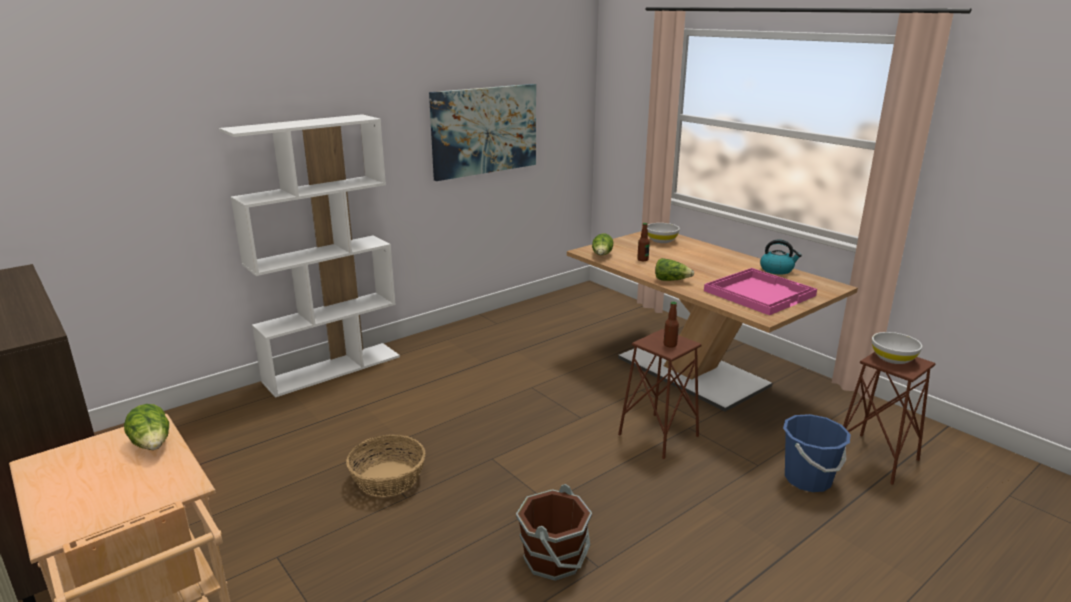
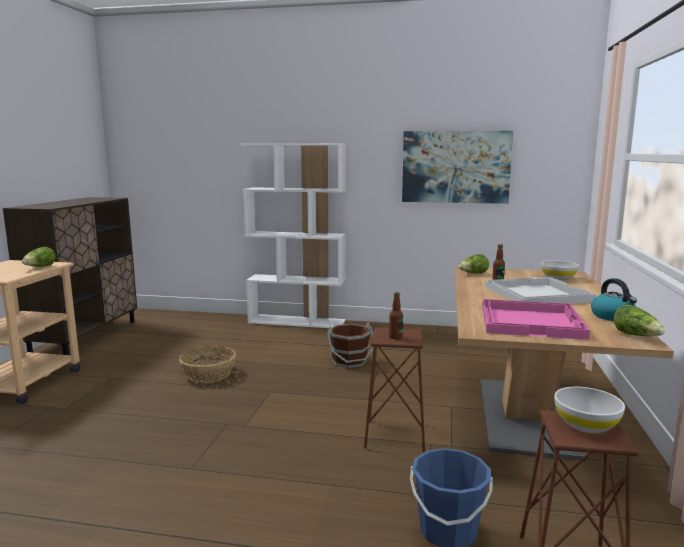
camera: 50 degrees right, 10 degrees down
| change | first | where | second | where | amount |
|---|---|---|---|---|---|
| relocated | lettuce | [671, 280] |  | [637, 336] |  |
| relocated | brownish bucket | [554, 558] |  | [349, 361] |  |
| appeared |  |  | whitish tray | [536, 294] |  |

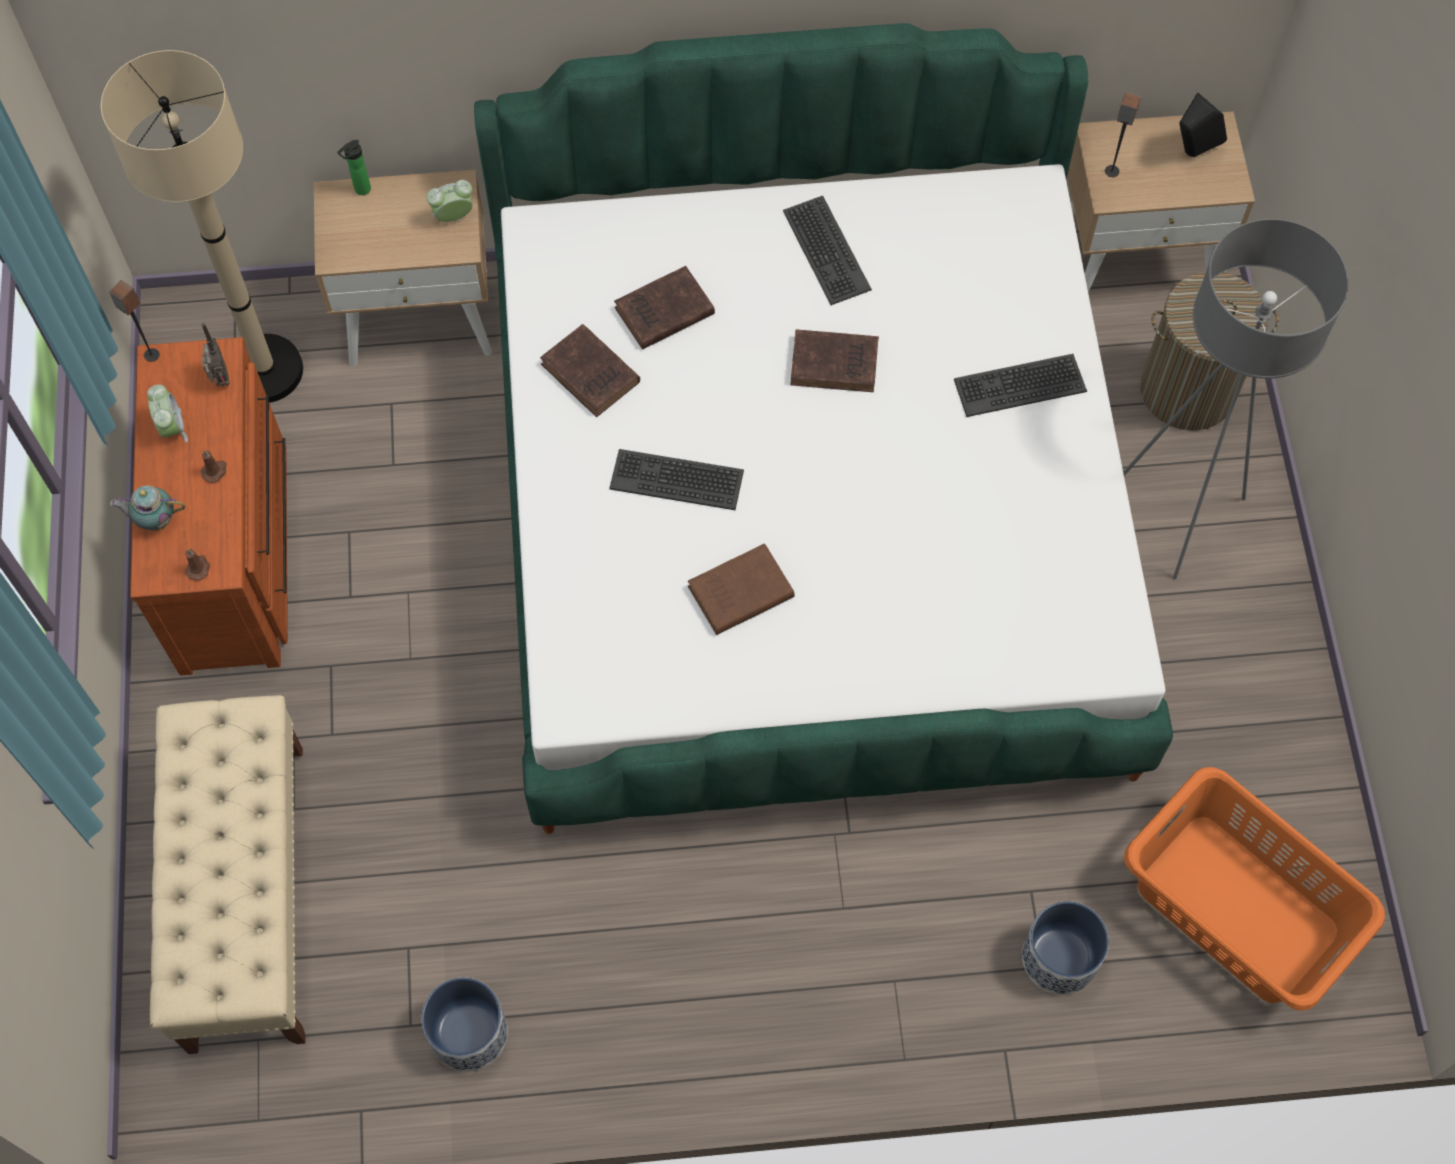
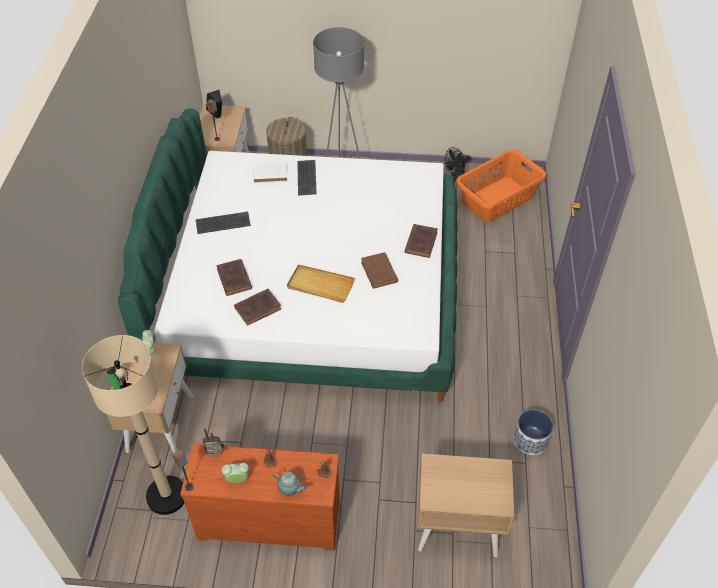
camera: 80 degrees left, 15 degrees down
| change | first | where | second | where | amount |
|---|---|---|---|---|---|
| relocated | brownish volume | [837, 364] |  | [421, 242] |  |
| exchanged | keyboard | [677, 479] | beige tray | [320, 285] |  |
| spun | pot for tea | [155, 520] |  | [291, 491] | 75 degrees counterclockwise |
| exchanged | beige indoor bench | [247, 895] | beige bedside table | [457, 526] |  |
| missing | planter | [1060, 958] |  |  |  |
| appeared |  |  | black fan | [455, 178] |  |
| appeared |  |  | whitish volume | [271, 174] |  |

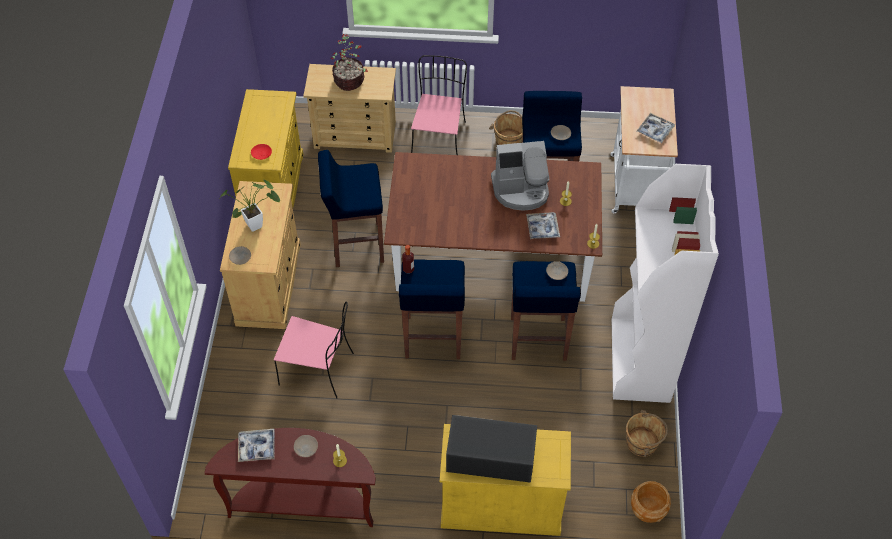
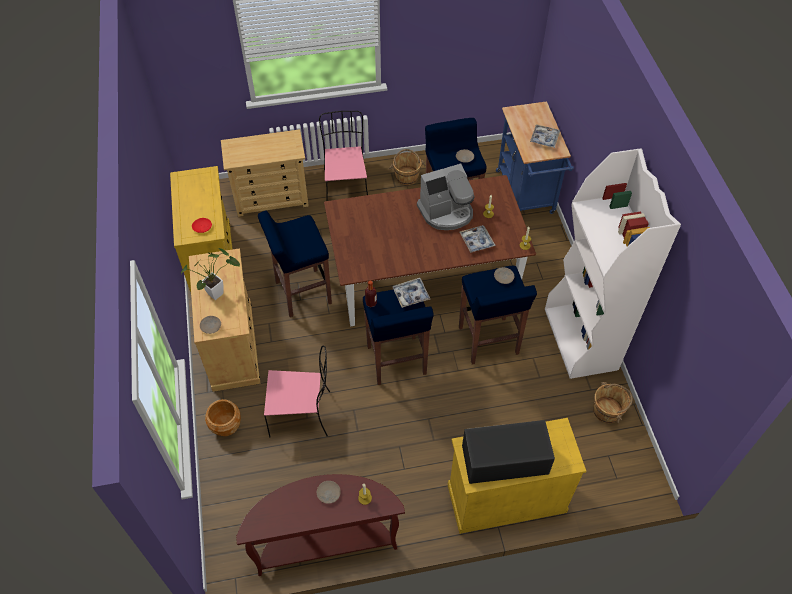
camera: 15 degrees left, 0 degrees up
| change | first | where | second | where | amount |
|---|---|---|---|---|---|
| missing | houseplant | [350, 81] |  |  |  |
| colour | whitish trolley | [636, 189] | blue-coloured trolley | [526, 195] |  |
| relocated | tray | [257, 447] |  | [411, 295] |  |
| relocated | brownish planter | [647, 510] |  | [226, 426] |  |

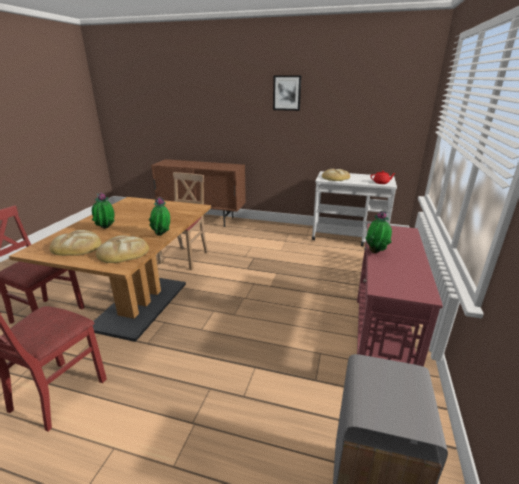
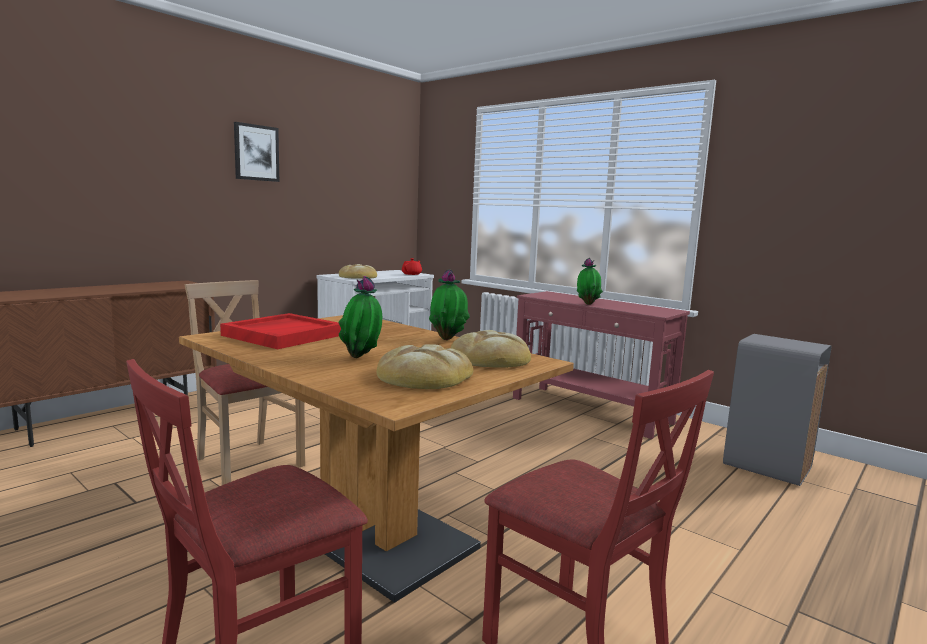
camera: 65 degrees left, 15 degrees down
| change | first | where | second | where | amount |
|---|---|---|---|---|---|
| appeared |  |  | red-coloured tray | [284, 335] |  |

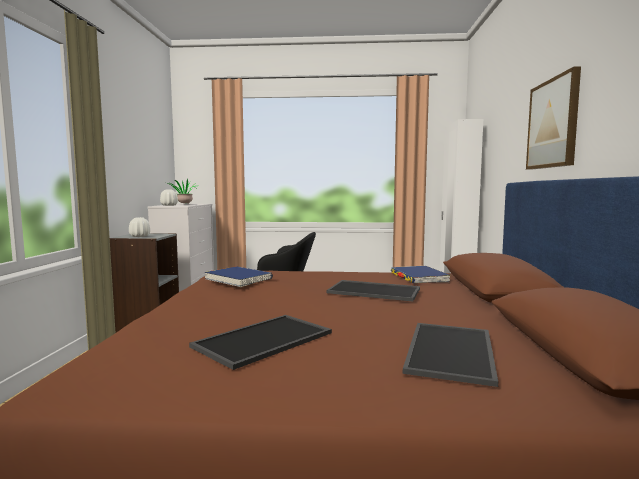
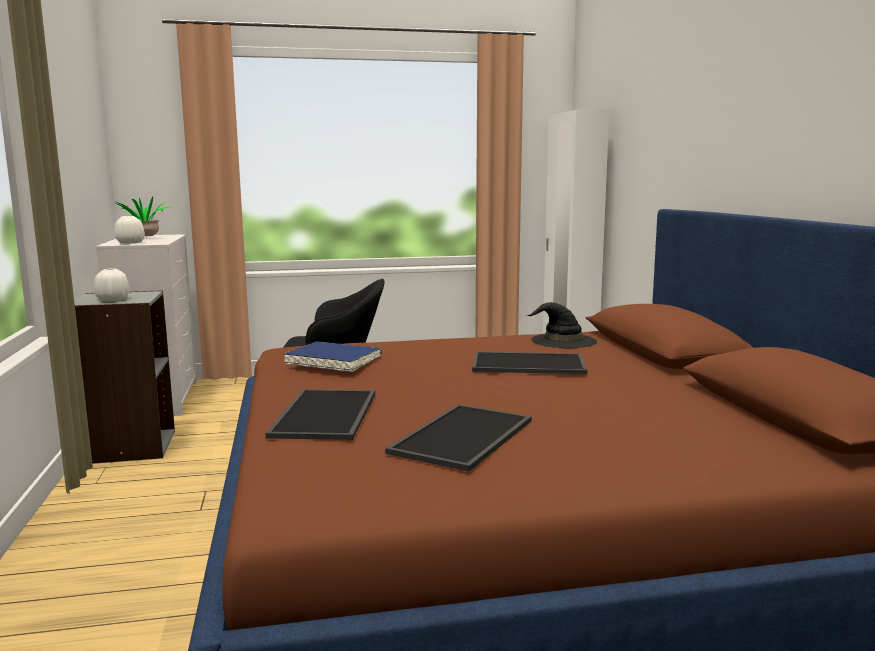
camera: 15 degrees left, 5 degrees up
| change | first | where | second | where | amount |
|---|---|---|---|---|---|
| missing | wall picture | [553, 123] |  |  |  |
| exchanged | blue-coloured volume | [419, 277] | black hat | [563, 341] |  |
| relocated | tray | [452, 352] |  | [327, 415] |  |

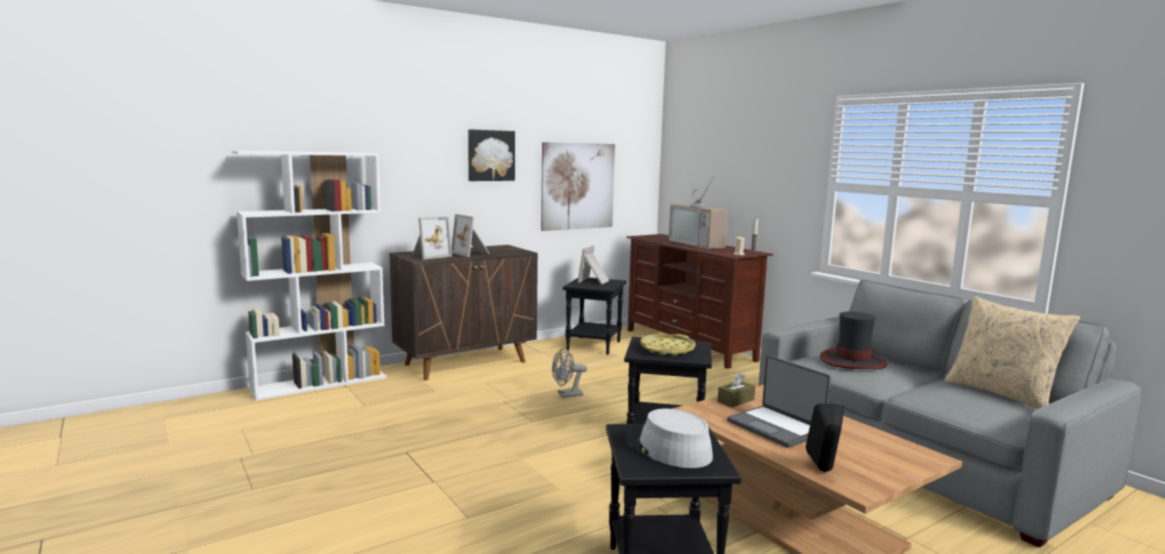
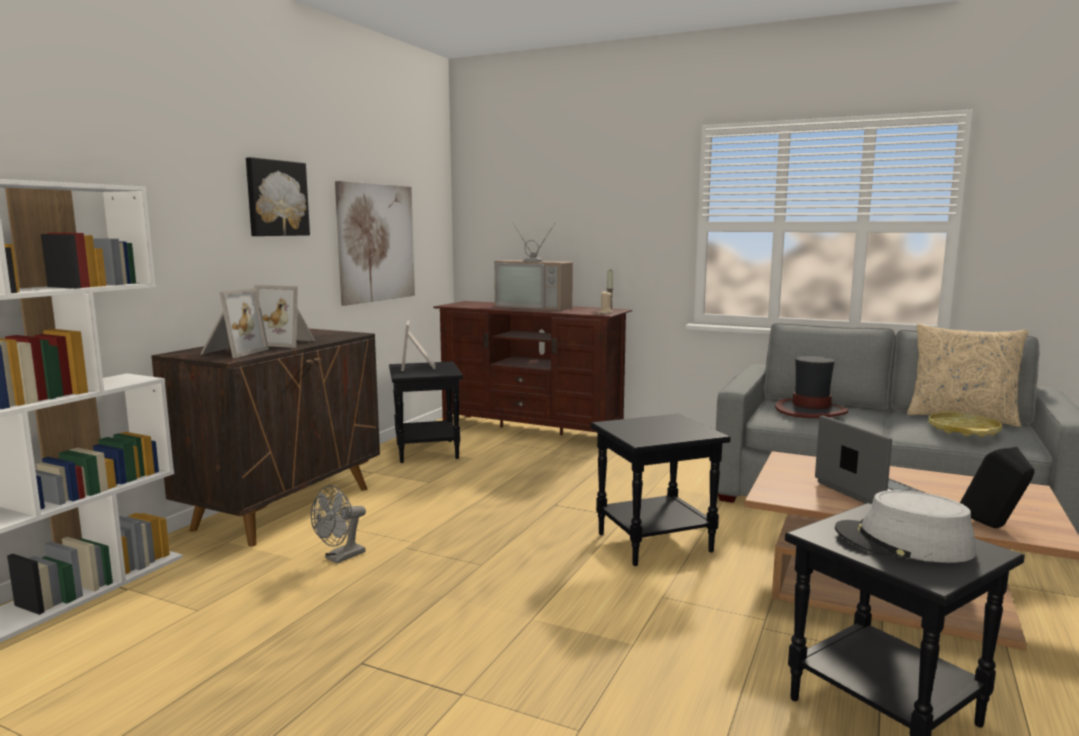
camera: 30 degrees left, 0 degrees up
| change | first | where | second | where | amount |
|---|---|---|---|---|---|
| relocated | yellow-coloured tray | [667, 349] |  | [963, 430] |  |
| relocated | gray fan | [566, 395] |  | [340, 558] |  |
| spun | laptop | [776, 427] |  | [871, 493] | 135 degrees counterclockwise |
| missing | brownish box of tissues | [735, 401] |  |  |  |

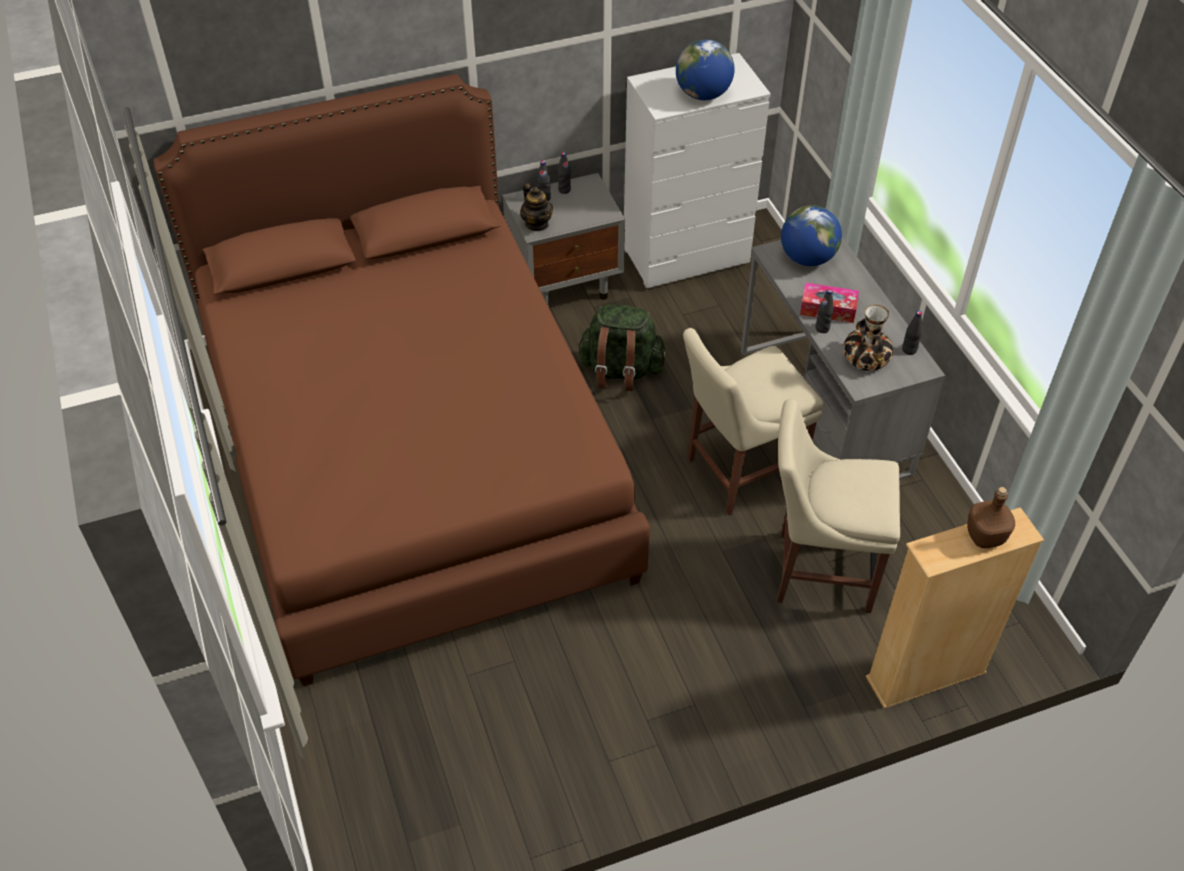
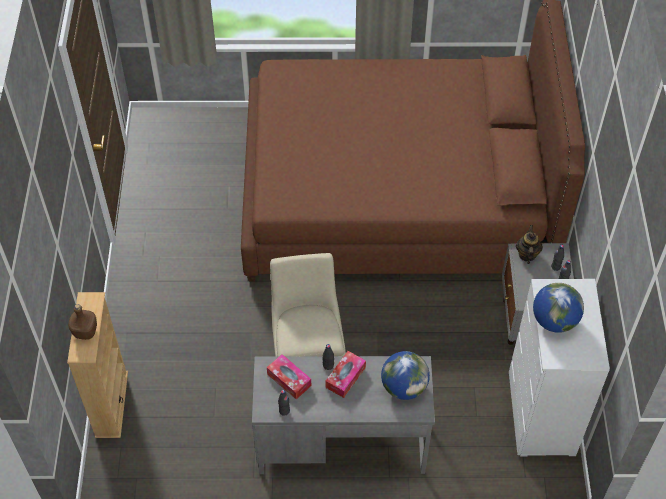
camera: 110 degrees right, 5 degrees up
| change | first | where | second | where | amount |
|---|---|---|---|---|---|
| spun | pot for tea | [537, 224] |  | [527, 254] | 105 degrees clockwise |
| missing | greenish rucksack | [620, 371] |  |  |  |
| exchanged | flower vase | [865, 358] | box of tissues | [289, 380] |  |
| missing | beige upright chair | [818, 570] |  |  |  |

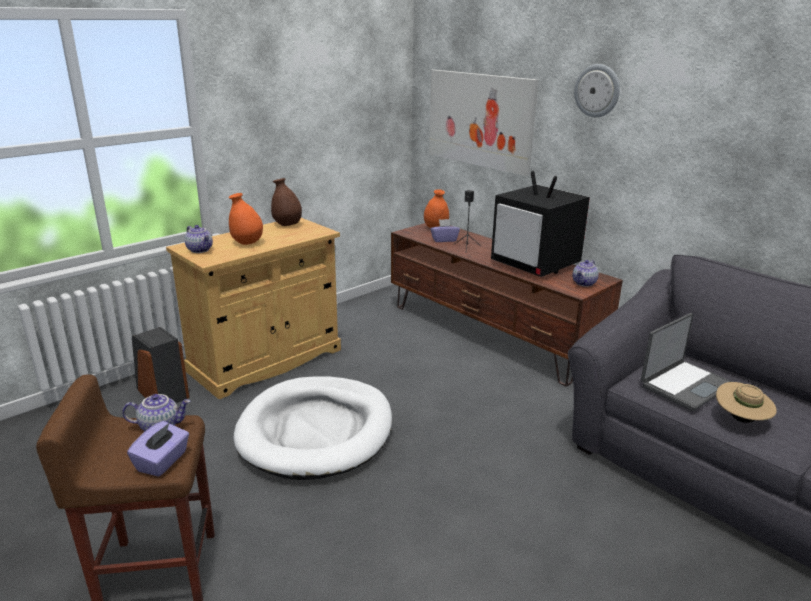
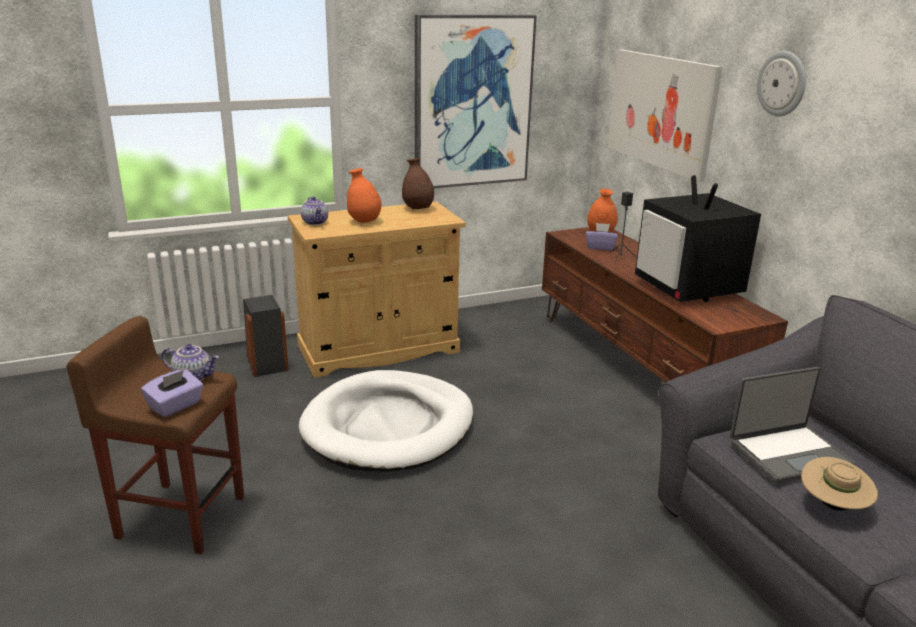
camera: 20 degrees right, 0 degrees up
| change | first | where | second | where | amount |
|---|---|---|---|---|---|
| missing | pot for tea | [584, 283] |  |  |  |
| appeared |  |  | wall picture | [472, 102] |  |

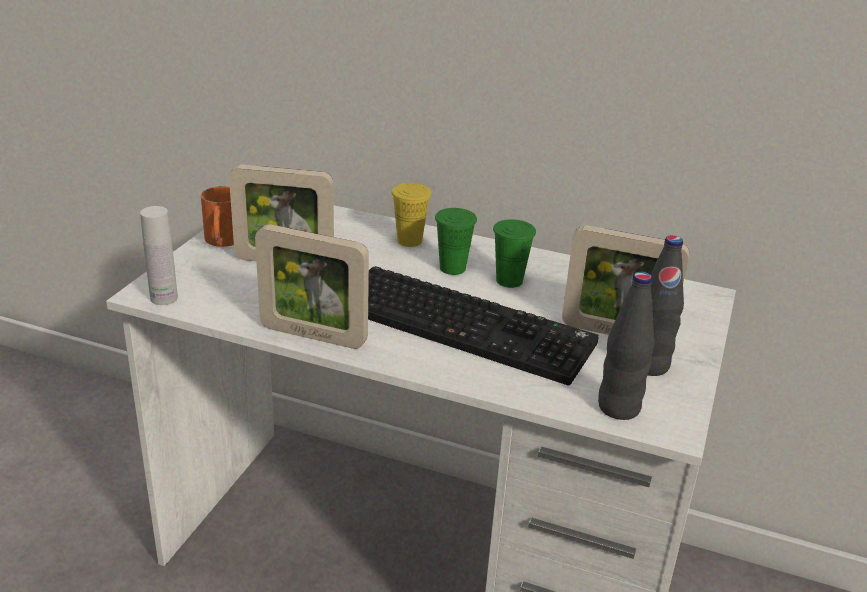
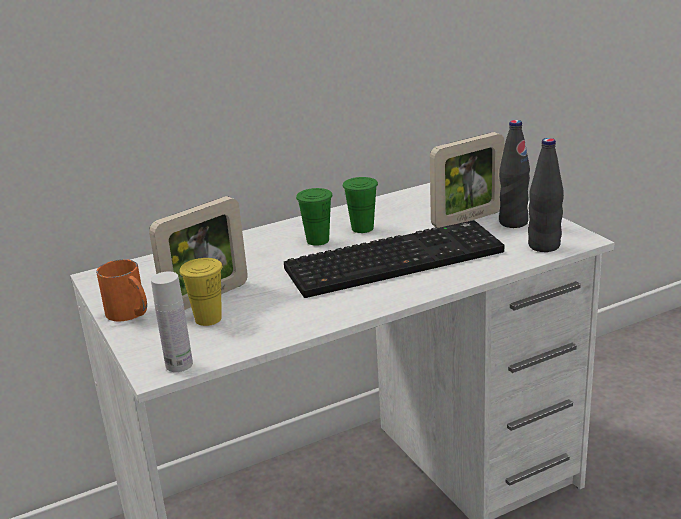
camera: 45 degrees left, 5 degrees down
| change | first | where | second | where | amount |
|---|---|---|---|---|---|
| relocated | yellow-coloured small cup | [409, 241] |  | [208, 319] |  |
| missing | photo frame | [313, 335] |  |  |  |

